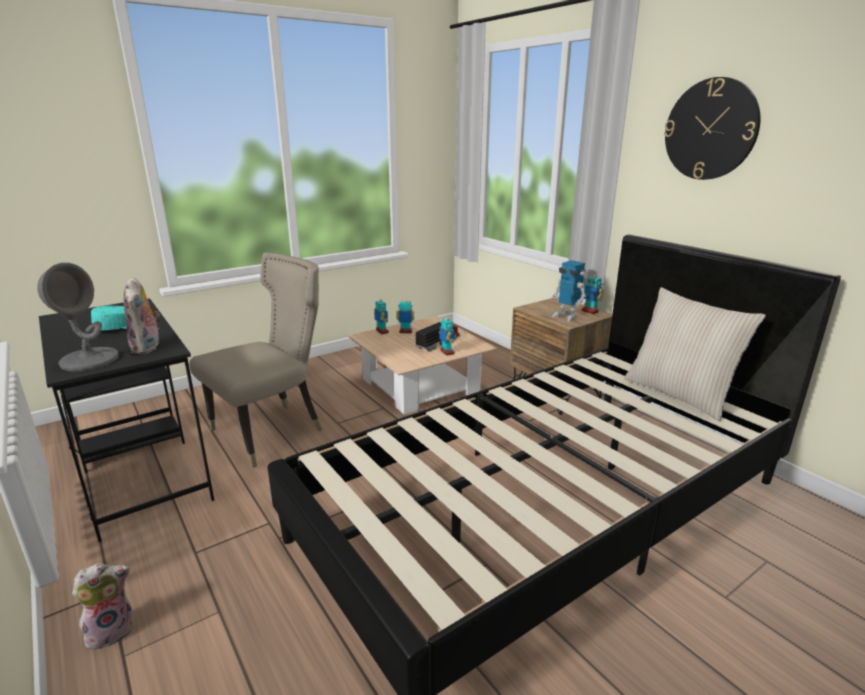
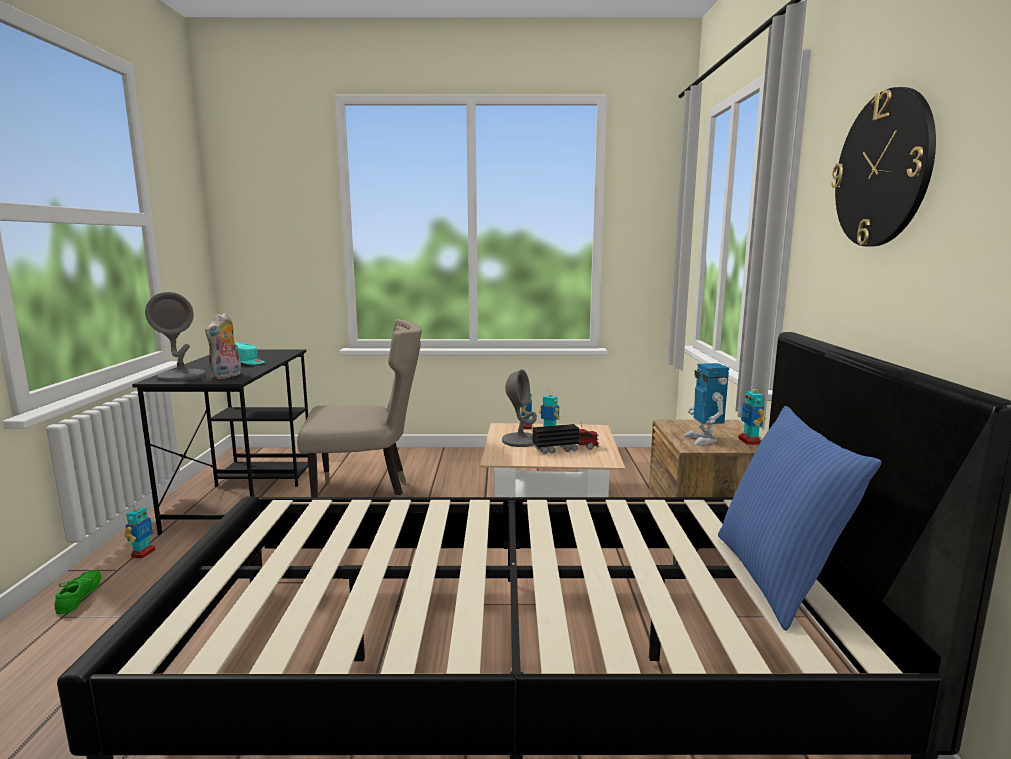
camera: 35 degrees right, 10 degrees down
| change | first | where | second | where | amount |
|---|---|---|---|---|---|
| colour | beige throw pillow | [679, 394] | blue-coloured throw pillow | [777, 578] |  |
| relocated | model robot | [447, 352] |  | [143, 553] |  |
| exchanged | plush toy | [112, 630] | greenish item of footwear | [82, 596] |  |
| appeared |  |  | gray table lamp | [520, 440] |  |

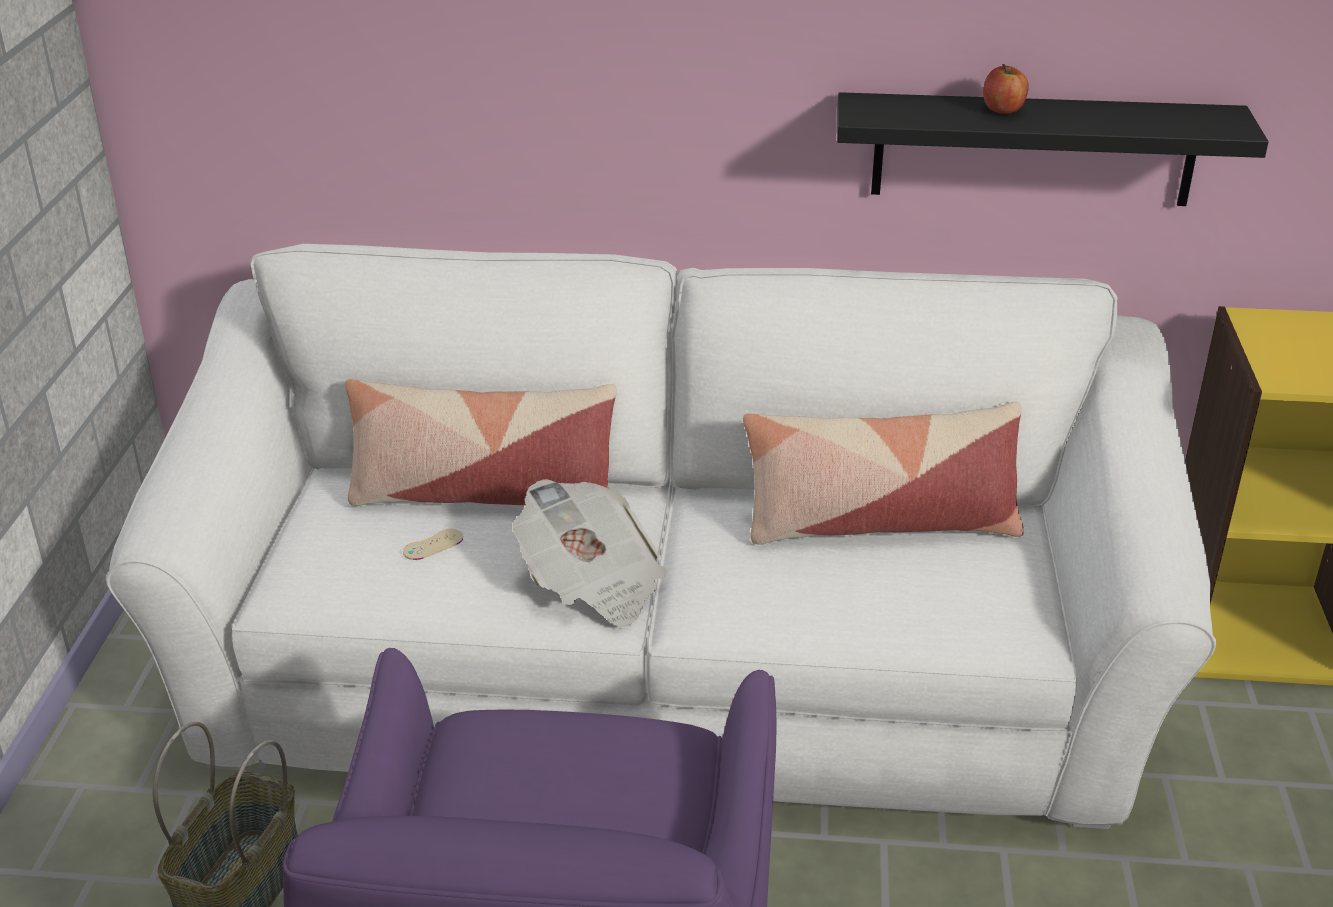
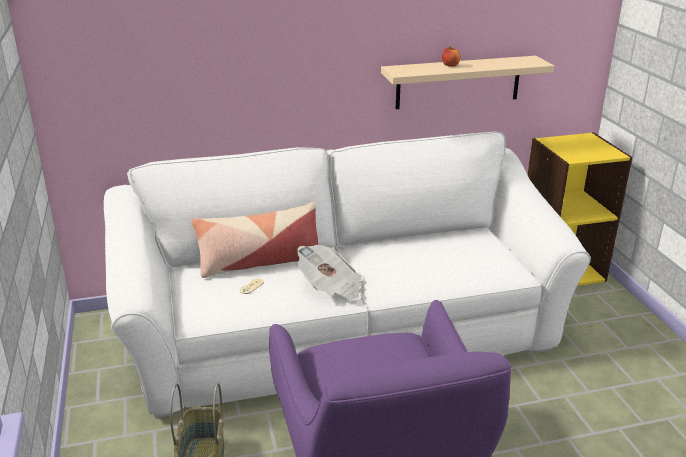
camera: 20 degrees left, 5 degrees down
| change | first | where | second | where | amount |
|---|---|---|---|---|---|
| colour | black shelf | [1033, 149] | beige shelf | [458, 82] |  |
| missing | throw pillow | [879, 522] |  |  |  |

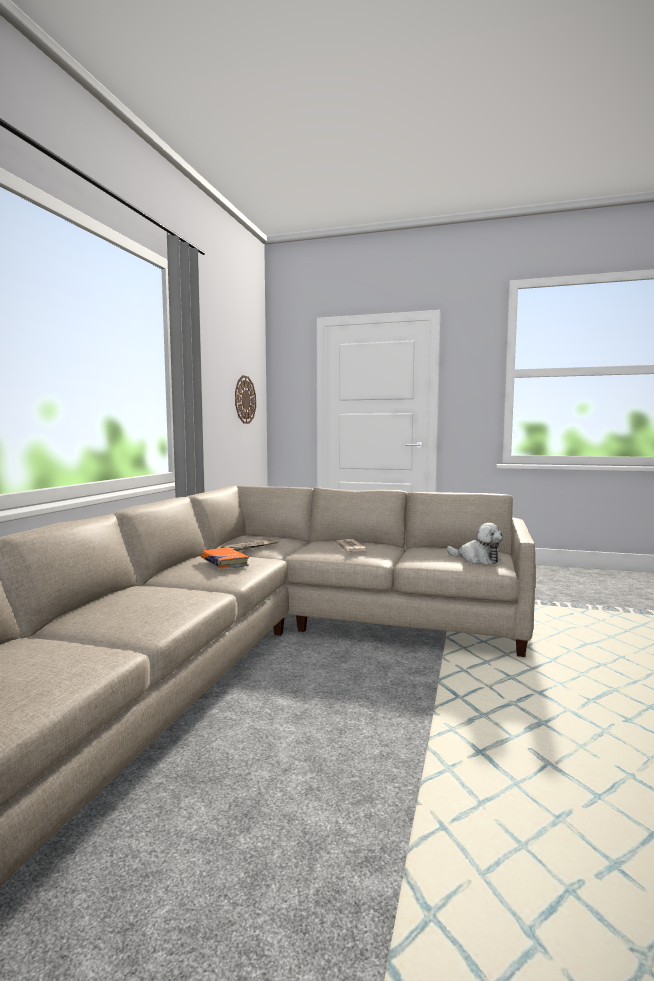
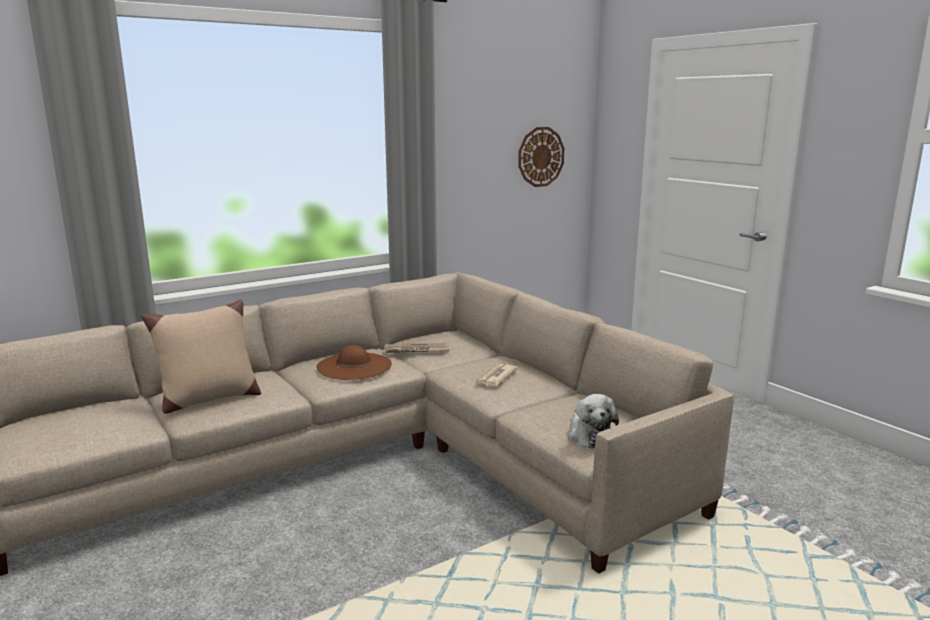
camera: 40 degrees right, 10 degrees up
| change | first | where | second | where | amount |
|---|---|---|---|---|---|
| exchanged | orangey volume | [224, 563] | brownish hat | [354, 366] |  |
| appeared |  |  | beige throw pillow | [208, 399] |  |

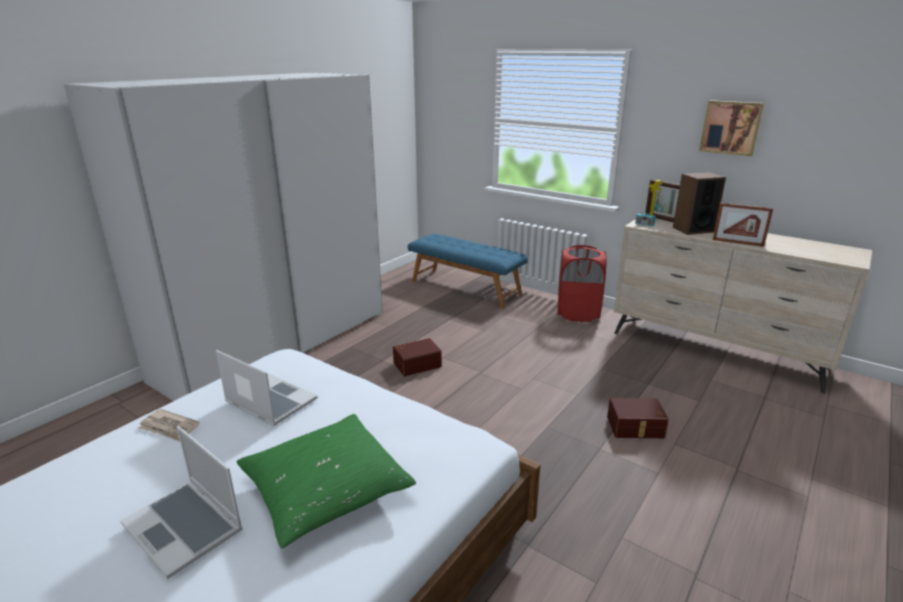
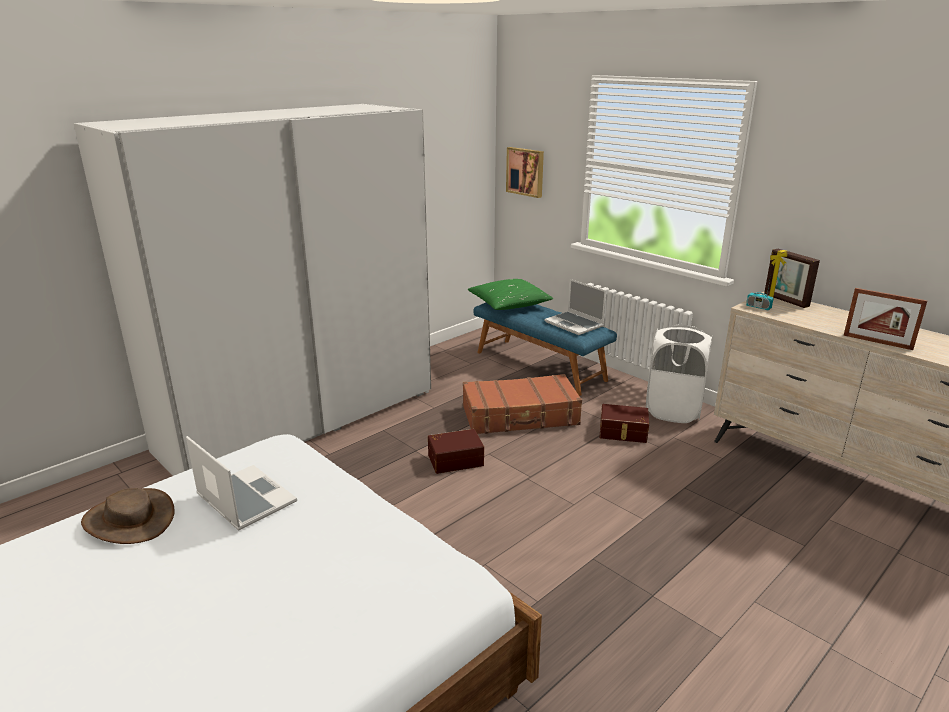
camera: 10 degrees right, 0 degrees up
| change | first | where | second | where | amount |
|---|---|---|---|---|---|
| relocated | wall picture | [731, 127] |  | [526, 171] |  |
| missing | audio speaker | [693, 230] |  |  |  |
| colour | red-coloured laundry basket | [577, 313] | whitish laundry basket | [673, 410] |  |
| relocated | brownish storage box | [635, 427] |  | [623, 432] |  |
| exchanged | printed paper | [169, 427] | brownish hat | [129, 519] |  |
| relocated | greenish throw pillow | [325, 489] |  | [509, 304] |  |
| relocated | laptop | [185, 528] |  | [575, 324] |  |
| appeared |  |  | brownish suitcase | [520, 416] |  |

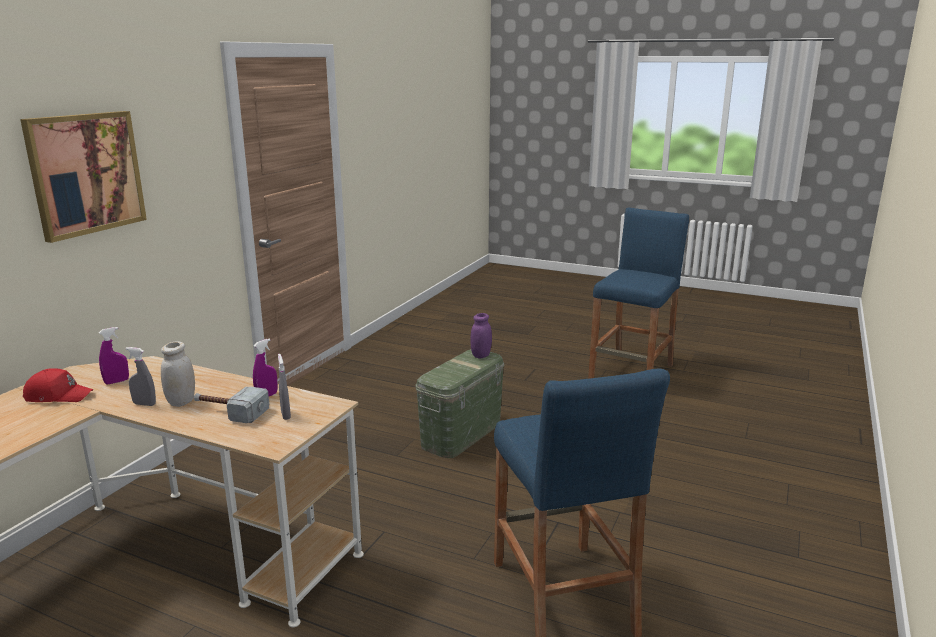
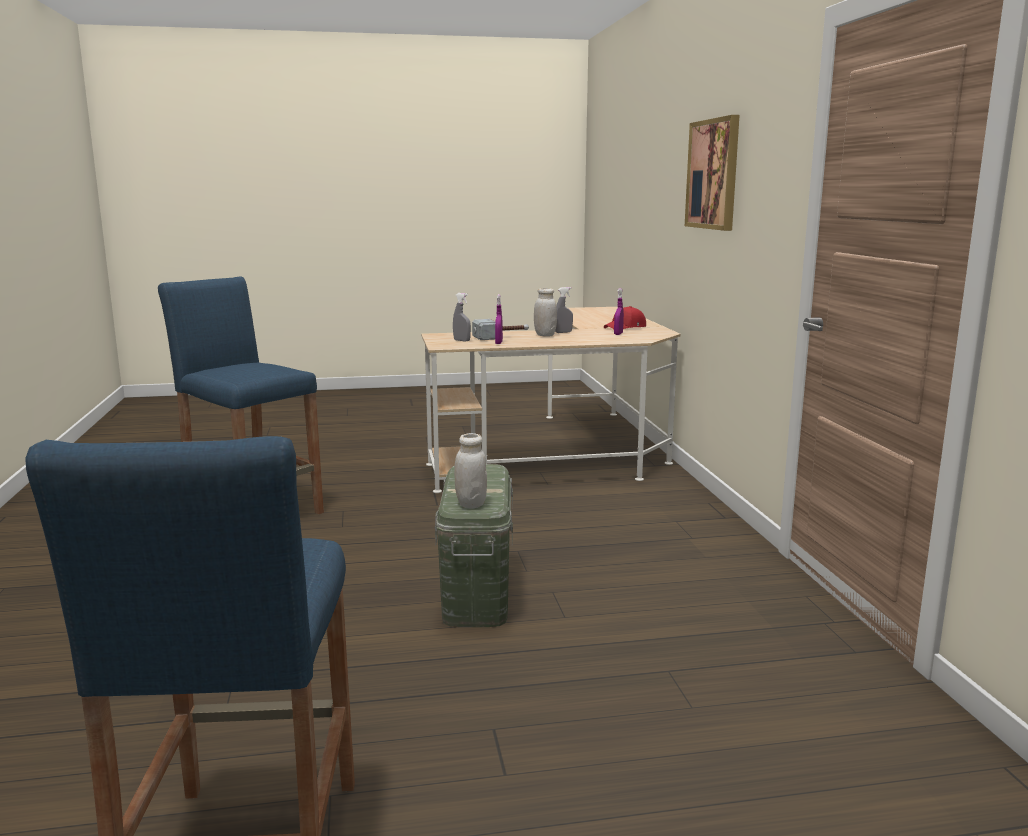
camera: 145 degrees right, 5 degrees down
| change | first | where | second | where | amount |
|---|---|---|---|---|---|
| colour | purple storage jar | [481, 355] | whitish storage jar | [471, 504] |  |

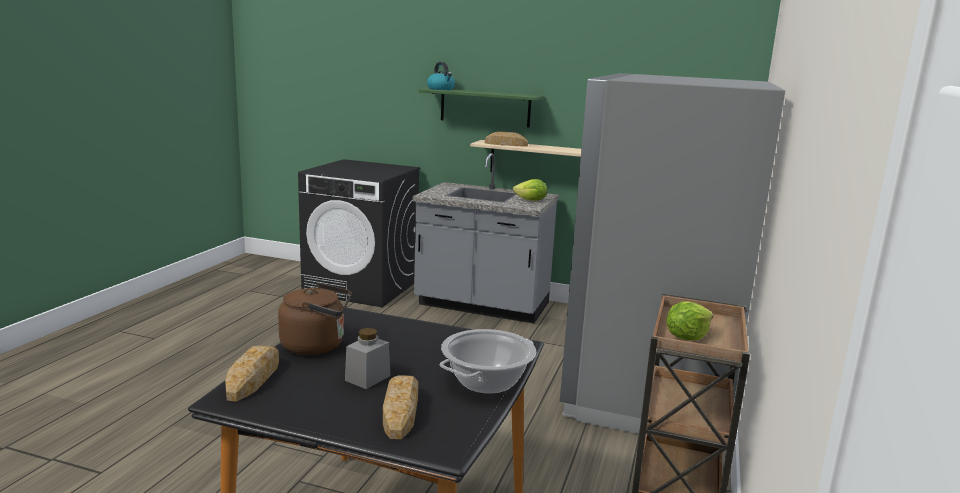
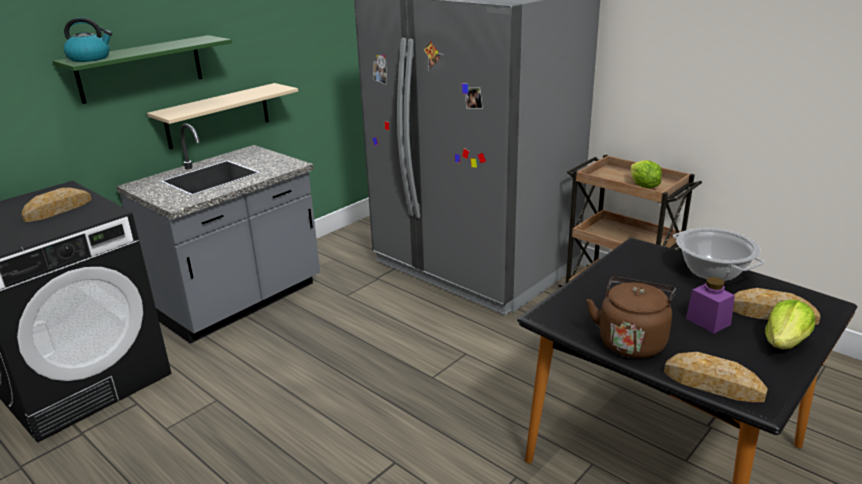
camera: 65 degrees left, 10 degrees up
| change | first | where | second | where | amount |
|---|---|---|---|---|---|
| relocated | baked bread | [506, 144] |  | [58, 210] |  |
| relocated | lettuce | [531, 200] |  | [785, 343] |  |
| colour | gray storage jar | [367, 378] | purple storage jar | [708, 321] |  |

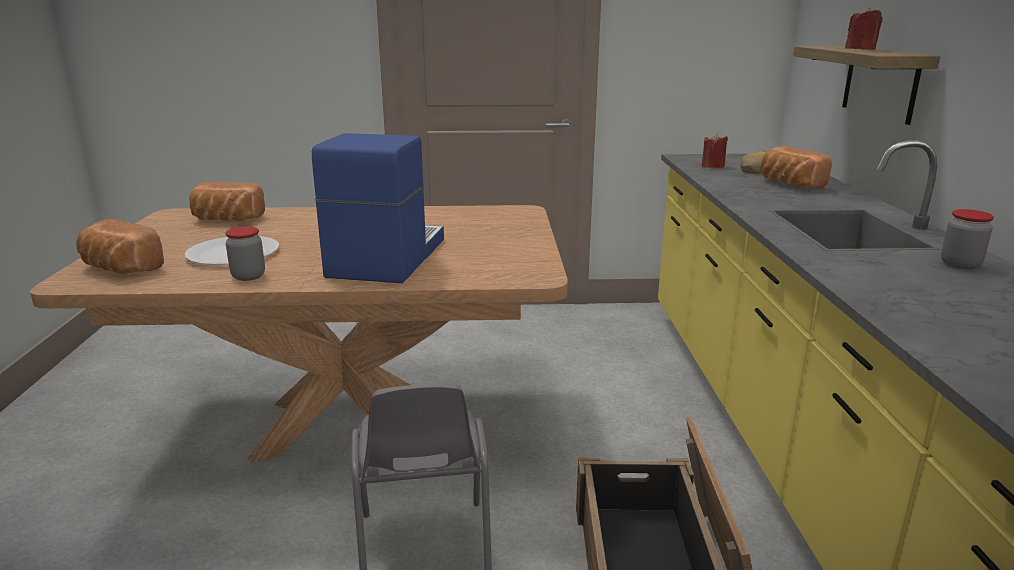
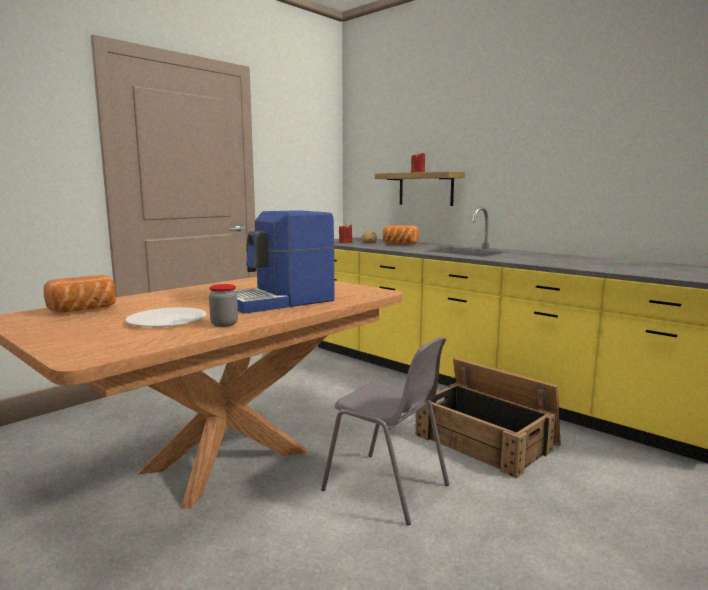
camera: 45 degrees left, 10 degrees down
| change | first | where | second | where | amount |
|---|---|---|---|---|---|
| spun | coffee maker | [385, 258] |  | [280, 302] | 90 degrees counterclockwise |
| missing | storage jar | [960, 265] |  |  |  |
| missing | baked bread | [119, 269] |  |  |  |

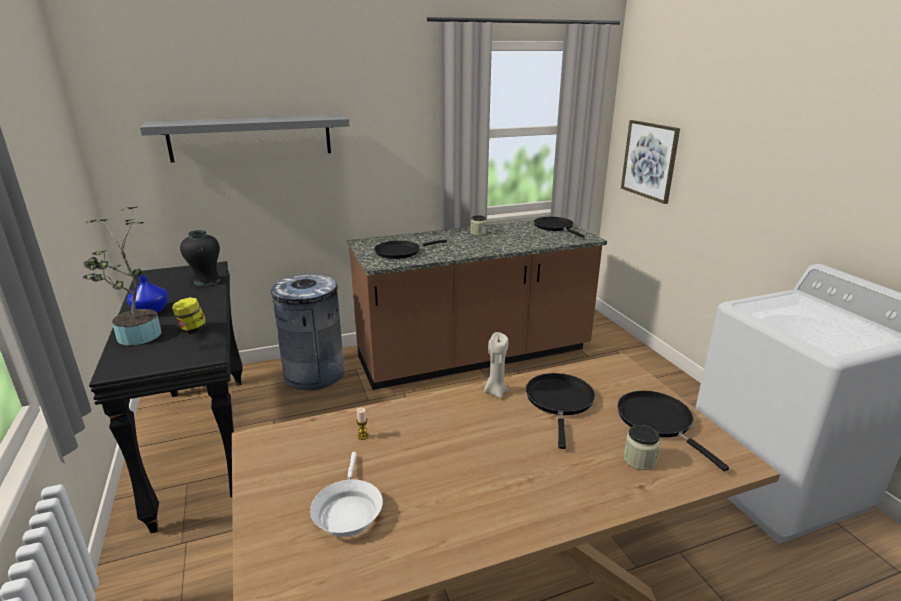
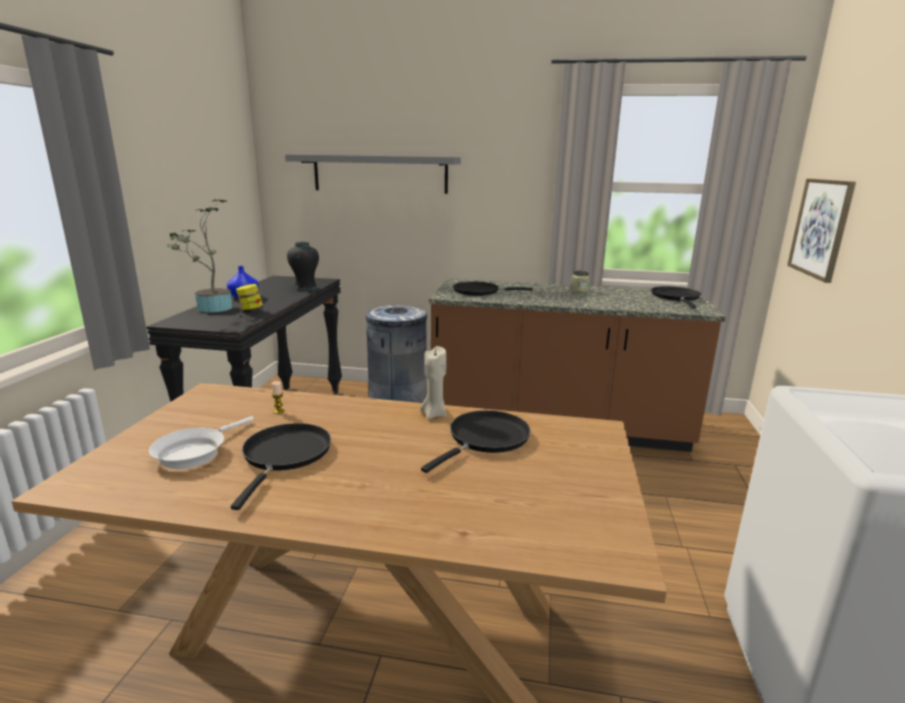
camera: 30 degrees right, 5 degrees down
| change | first | where | second | where | amount |
|---|---|---|---|---|---|
| relocated | black skillet | [658, 421] |  | [285, 456] |  |
| missing | storage jar | [639, 460] |  |  |  |

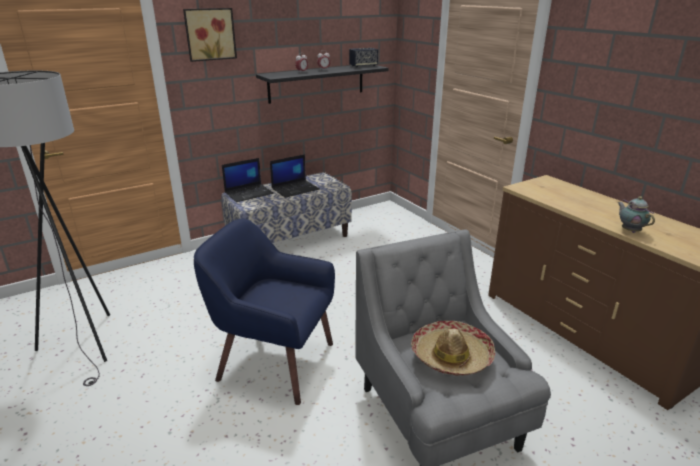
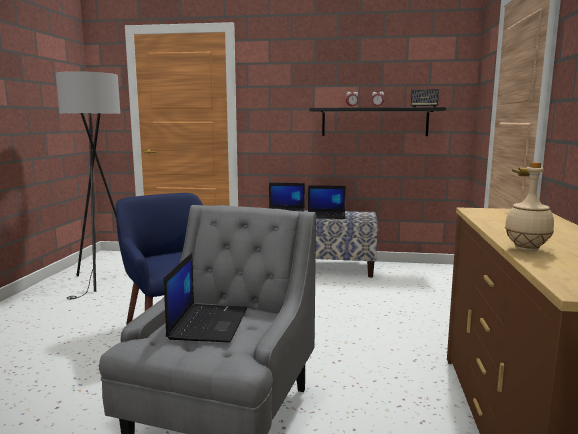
camera: 40 degrees right, 15 degrees down
| change | first | where | second | where | amount |
|---|---|---|---|---|---|
| missing | wall picture | [210, 34] |  |  |  |
| exchanged | pot for tea | [629, 230] | beige beverage bottle | [527, 249] |  |
| exchanged | hat | [451, 356] | laptop | [208, 323] |  |

